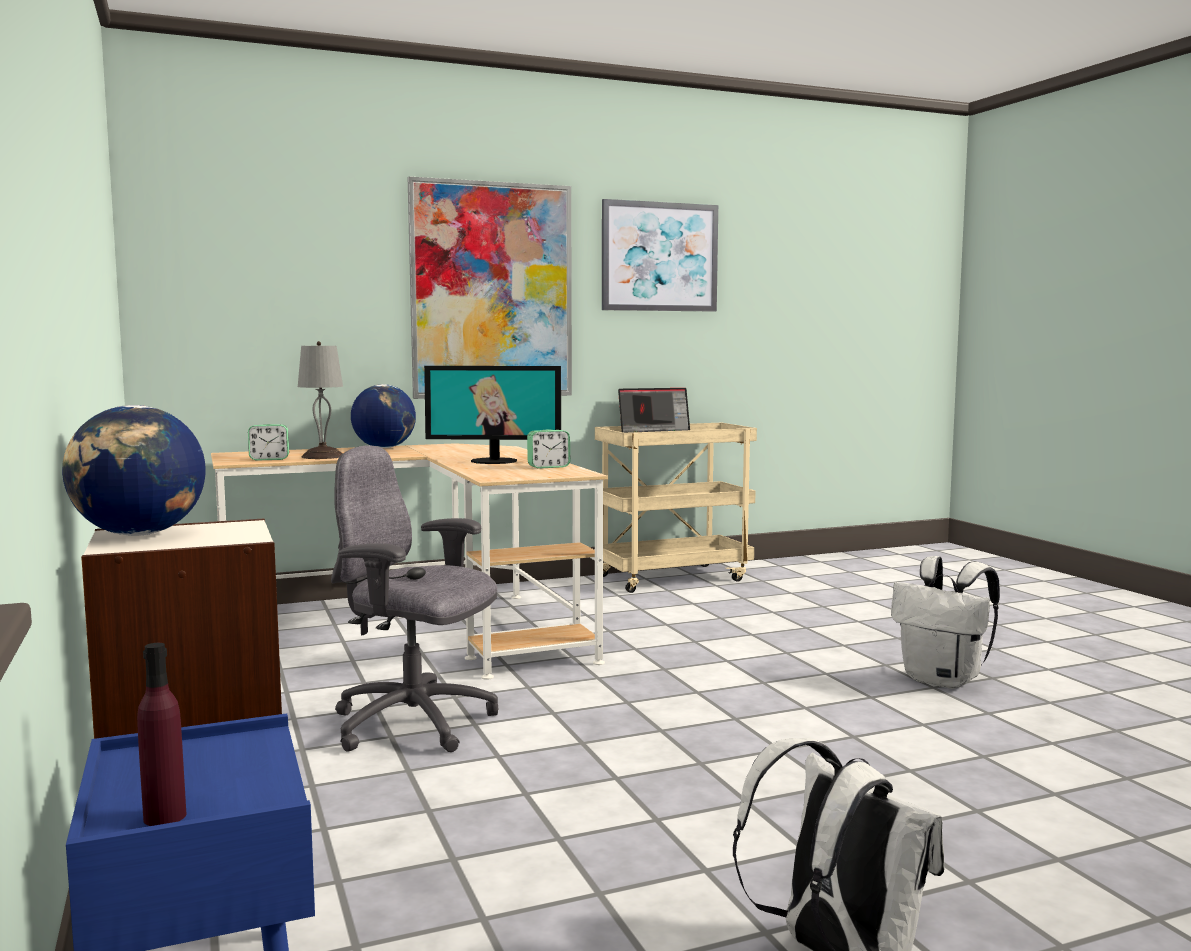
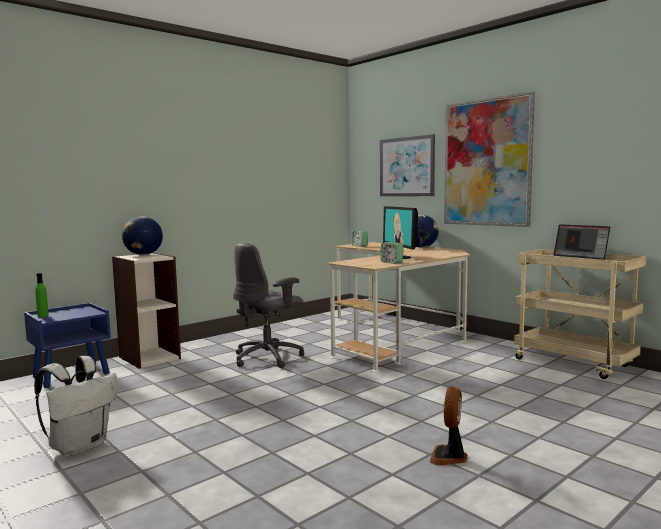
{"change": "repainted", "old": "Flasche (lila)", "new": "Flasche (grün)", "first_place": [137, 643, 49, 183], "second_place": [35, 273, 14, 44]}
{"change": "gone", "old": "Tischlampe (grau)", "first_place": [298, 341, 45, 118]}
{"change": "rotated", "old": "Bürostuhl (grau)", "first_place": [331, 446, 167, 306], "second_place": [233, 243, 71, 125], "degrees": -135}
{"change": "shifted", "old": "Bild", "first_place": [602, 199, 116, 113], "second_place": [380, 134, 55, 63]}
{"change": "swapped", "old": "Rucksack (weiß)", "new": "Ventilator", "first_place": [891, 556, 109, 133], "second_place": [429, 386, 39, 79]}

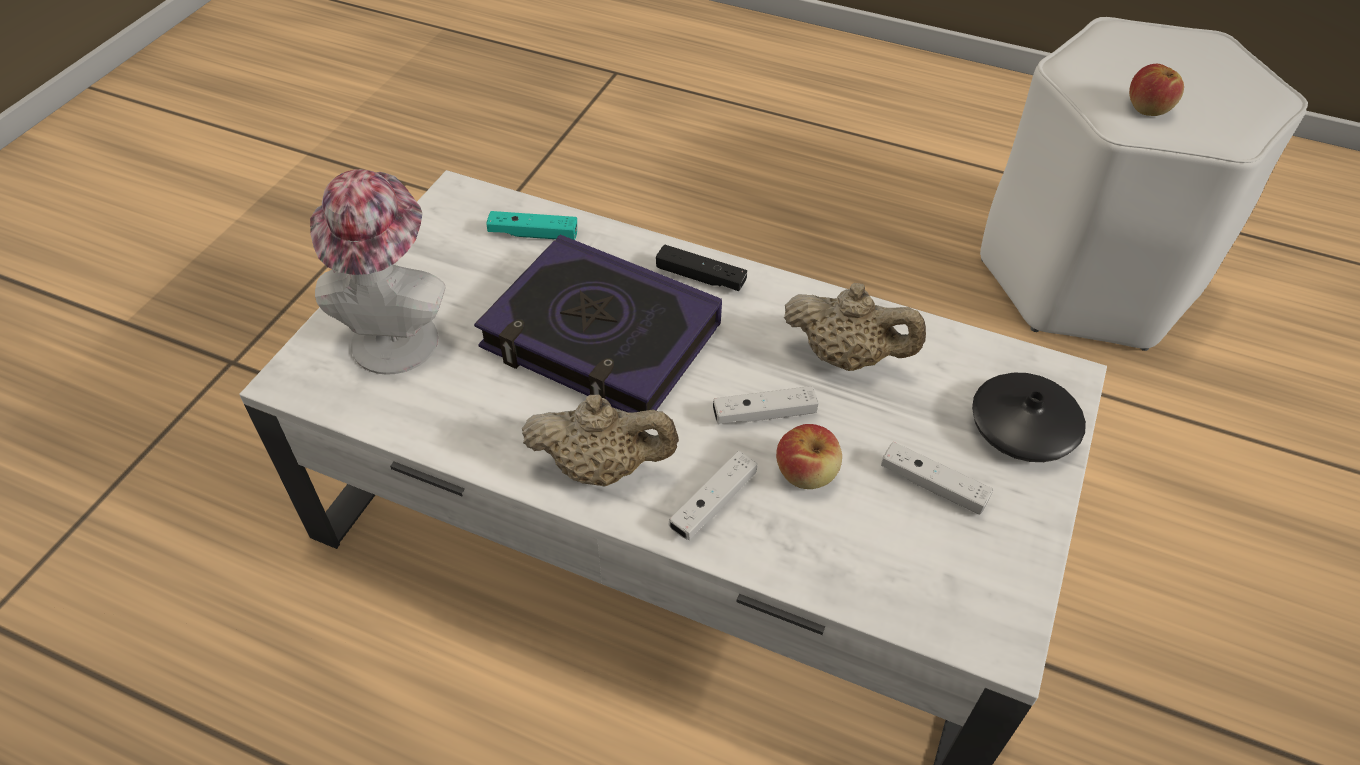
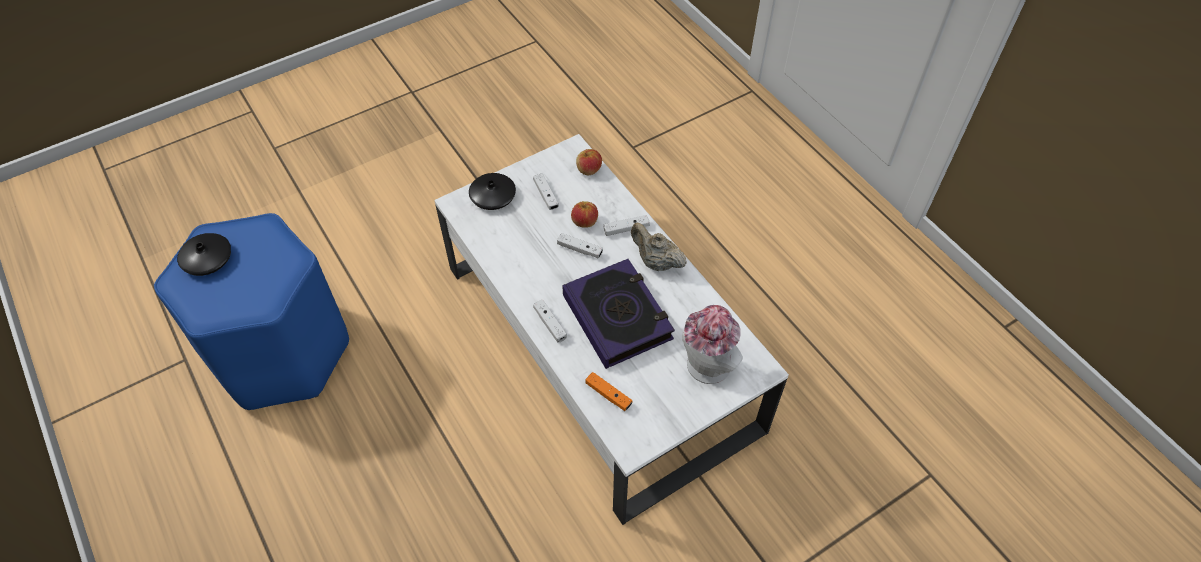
{"change": "repainted", "old": "Gamepad (türkis)", "new": "Gamepad (orange)", "first_place": [486, 211, 91, 29], "second_place": [585, 372, 47, 39]}
{"change": "repainted", "old": "Gamepad (schwarz)", "new": "Gamepad (weiß)", "first_place": [656, 245, 91, 46], "second_place": [533, 300, 34, 43]}
{"change": "gone", "old": "Teekanne (beige)", "first_place": [784, 283, 142, 88]}
{"change": "repainted", "old": "Hocker (weiß)", "new": "Hocker (blau)", "first_place": [980, 17, 328, 334], "second_place": [154, 213, 195, 197]}
{"change": "shifted", "old": "Apfel", "first_place": [1129, 64, 55, 52], "second_place": [576, 149, 26, 26]}
{"change": "new", "new": "Vase (schwarz)", "second_place": [177, 233, 54, 43]}

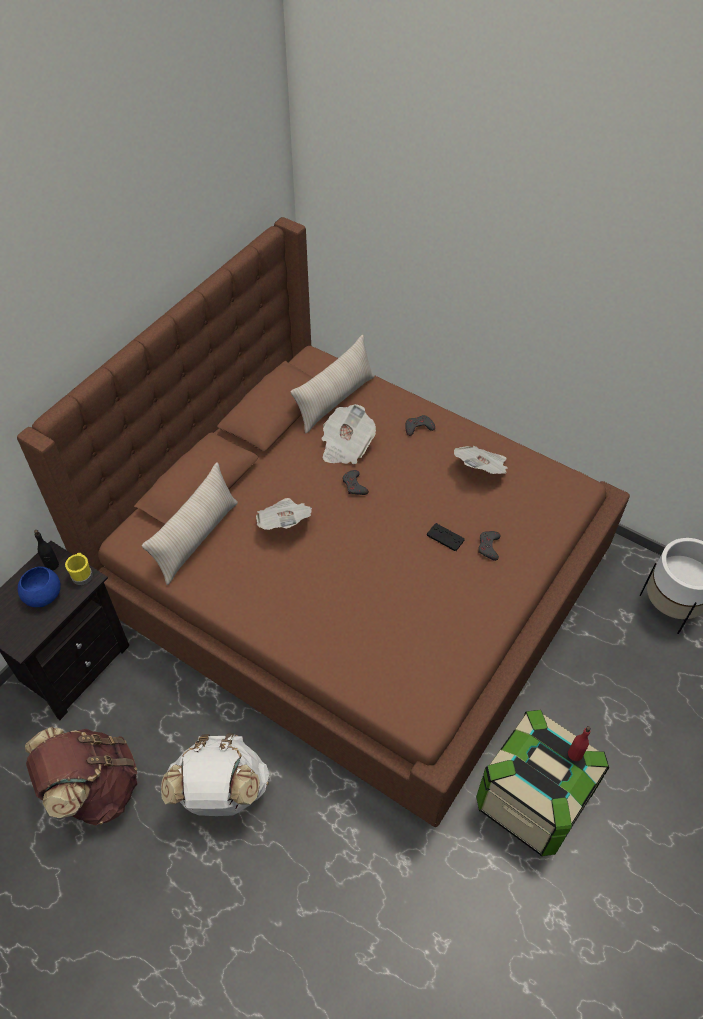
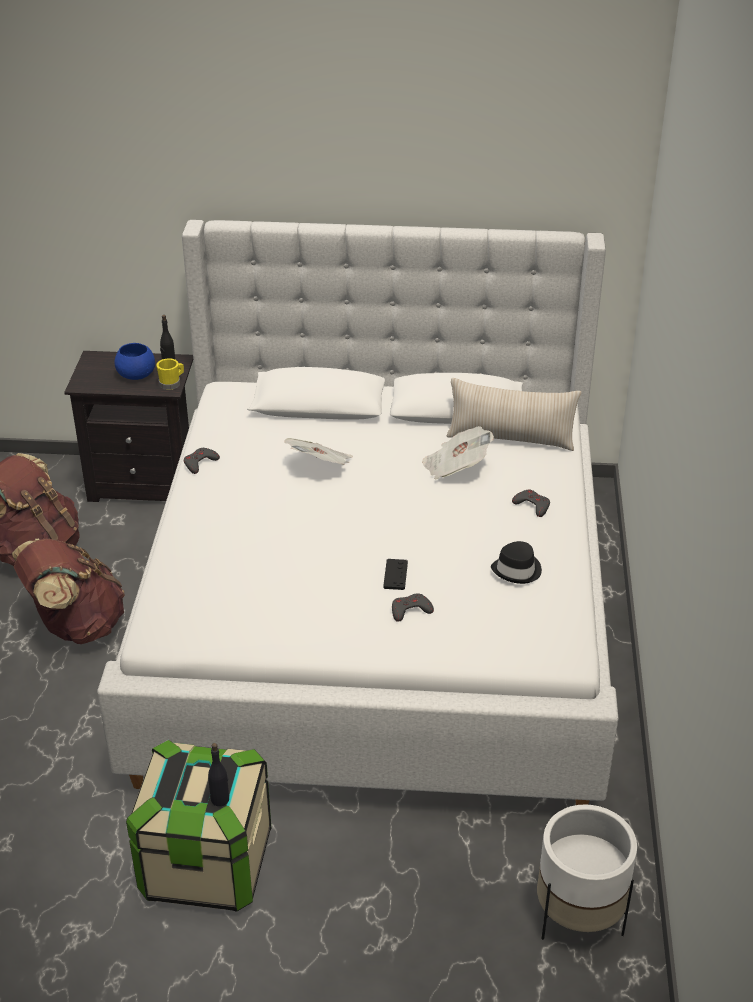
{"change": "repainted", "old": "Bett (braun)", "new": "Bett (weiß)", "first_place": [17, 217, 613, 610], "second_place": [97, 220, 522, 585]}
{"change": "gone", "old": "Kissen (beige)", "first_place": [142, 462, 96, 123]}
{"change": "repainted", "old": "Rucksack (weiß)", "new": "Rucksack (braun)", "first_place": [161, 733, 108, 83], "second_place": [12, 539, 113, 105]}
{"change": "shifted", "old": "Gamepad (grau)", "first_place": [343, 470, 26, 25], "second_place": [184, 448, 36, 26]}
{"change": "swapped", "old": "Zeitung", "new": "Hut (schwarz)", "first_place": [454, 446, 54, 28], "second_place": [491, 541, 51, 43]}
{"change": "repainted", "old": "Flasche (rot)", "new": "Flasche (schwarz)", "first_place": [568, 726, 23, 35], "second_place": [208, 743, 21, 63]}

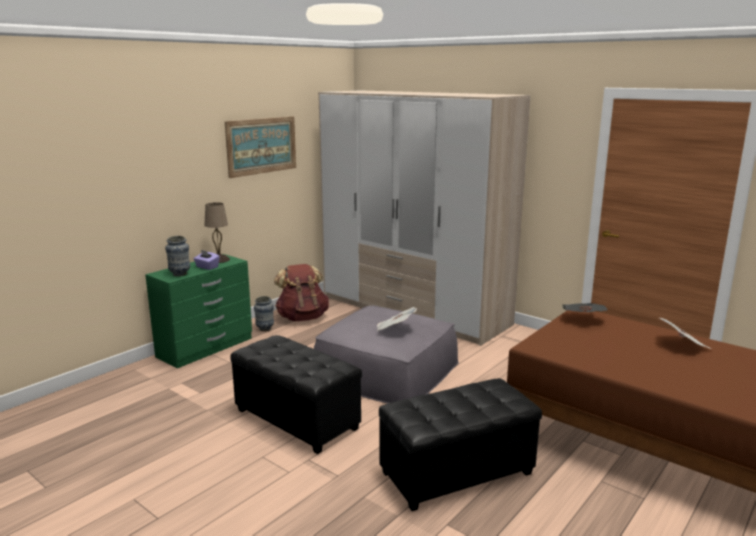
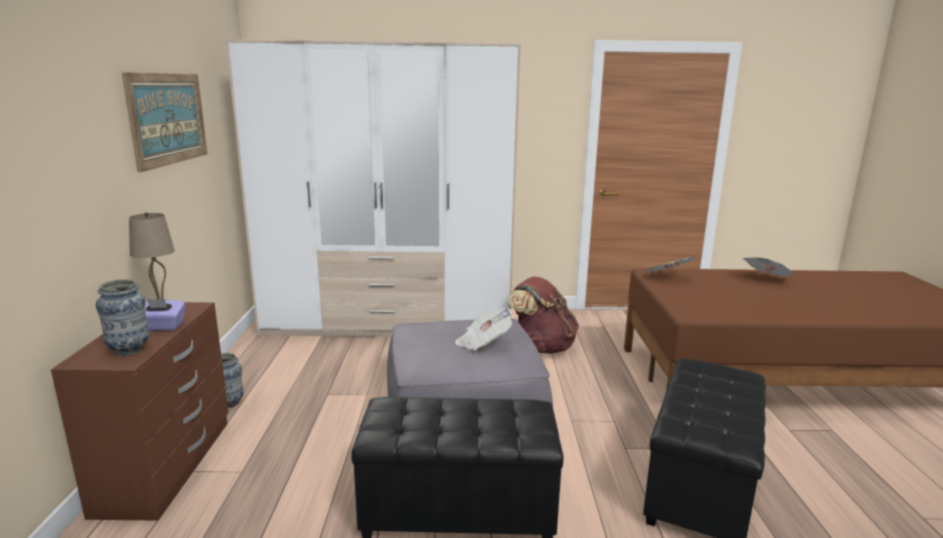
{"change": "repainted", "old": "Kommode (grün)", "new": "Kommode (braun)", "first_place": [145, 254, 107, 114], "second_place": [51, 302, 178, 219]}
{"change": "shifted", "old": "Rucksack (braun)", "first_place": [274, 264, 55, 57], "second_place": [508, 277, 71, 77]}

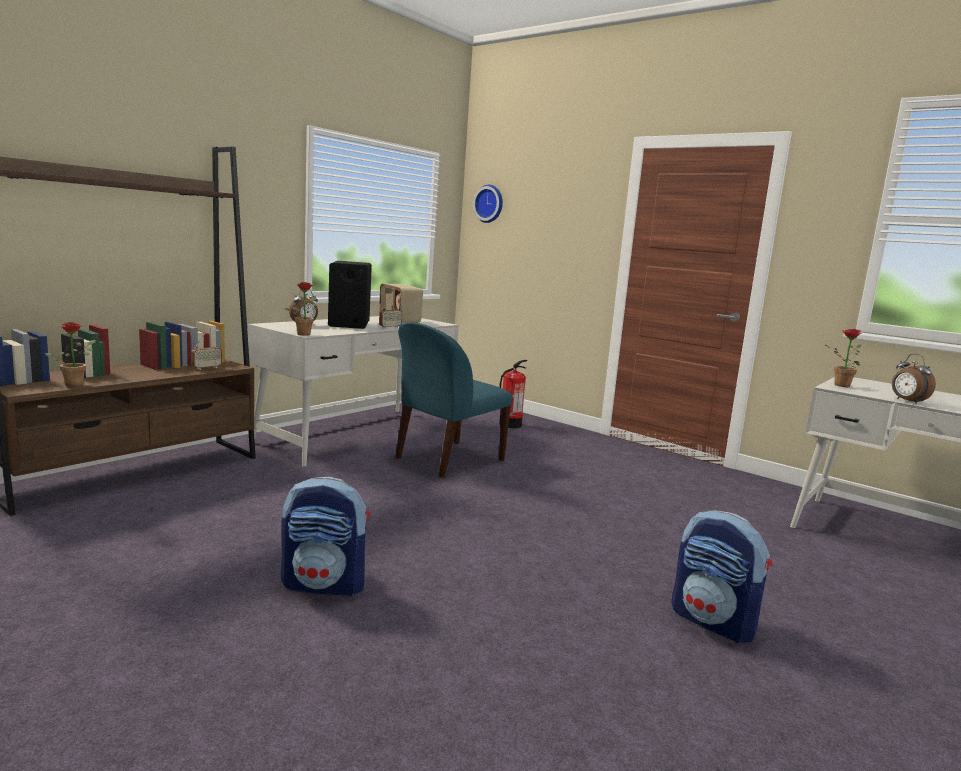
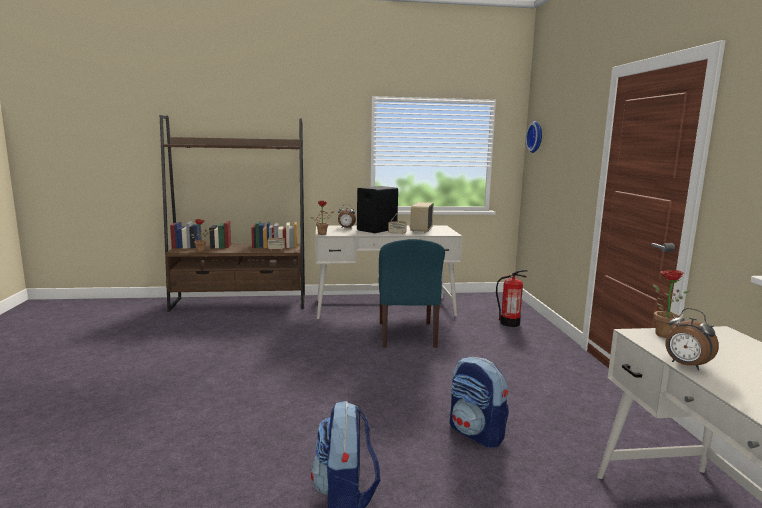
{"change": "shifted", "old": "Rucksack", "first_place": [281, 476, 90, 121], "second_place": [450, 357, 59, 91]}
{"change": "rotated", "old": "Stuhl (blau)", "first_place": [395, 322, 118, 156], "second_place": [379, 239, 66, 109], "degrees": -90}
{"change": "rotated", "old": "Wecker", "first_place": [892, 354, 44, 50], "second_place": [666, 308, 53, 62], "degrees": -60}

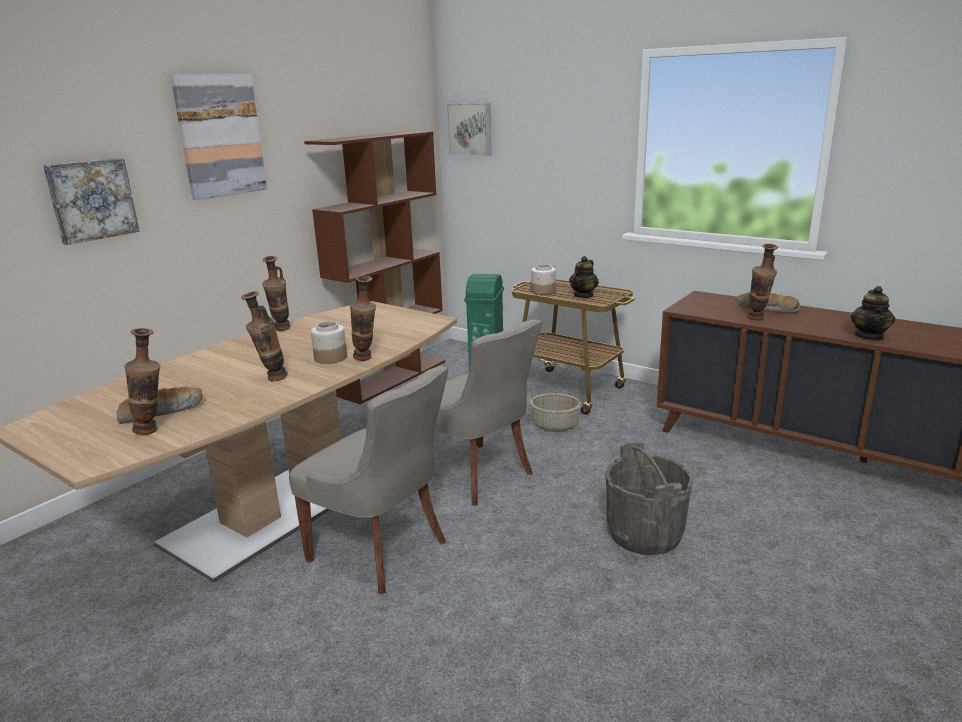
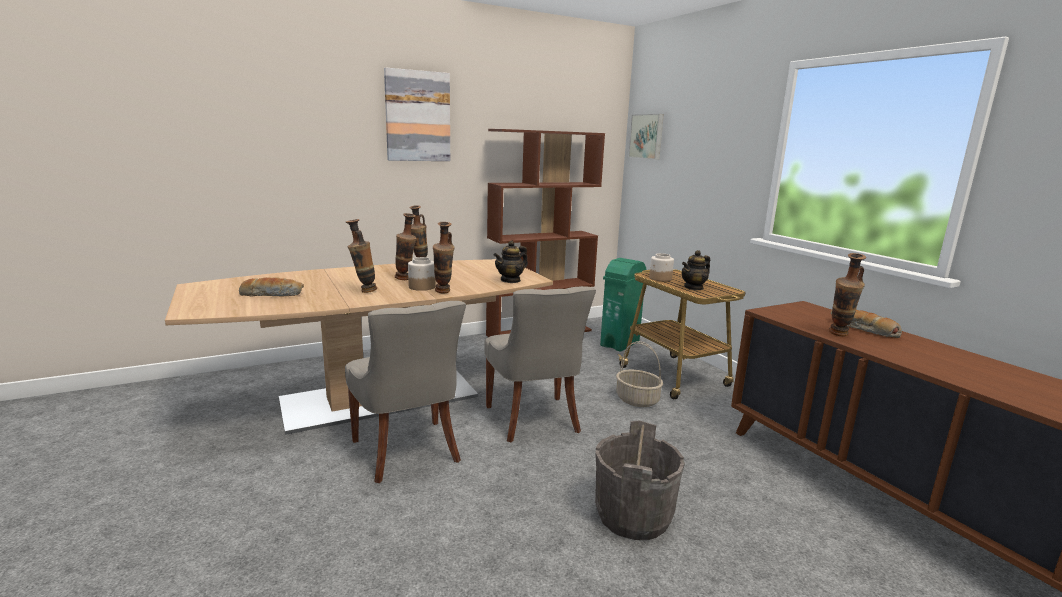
{"change": "gone", "old": "Bild", "first_place": [43, 158, 97, 87]}
{"change": "shifted", "old": "Vase", "first_place": [124, 328, 36, 107], "second_place": [395, 213, 22, 67]}
{"change": "shifted", "old": "Teekanne", "first_place": [851, 286, 44, 55], "second_place": [494, 240, 34, 43]}

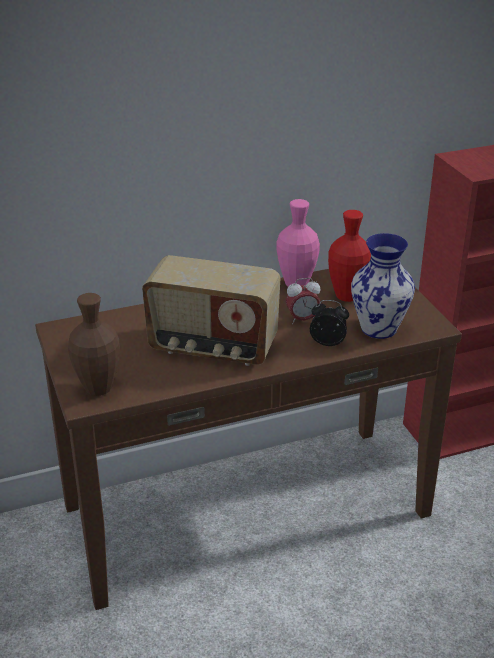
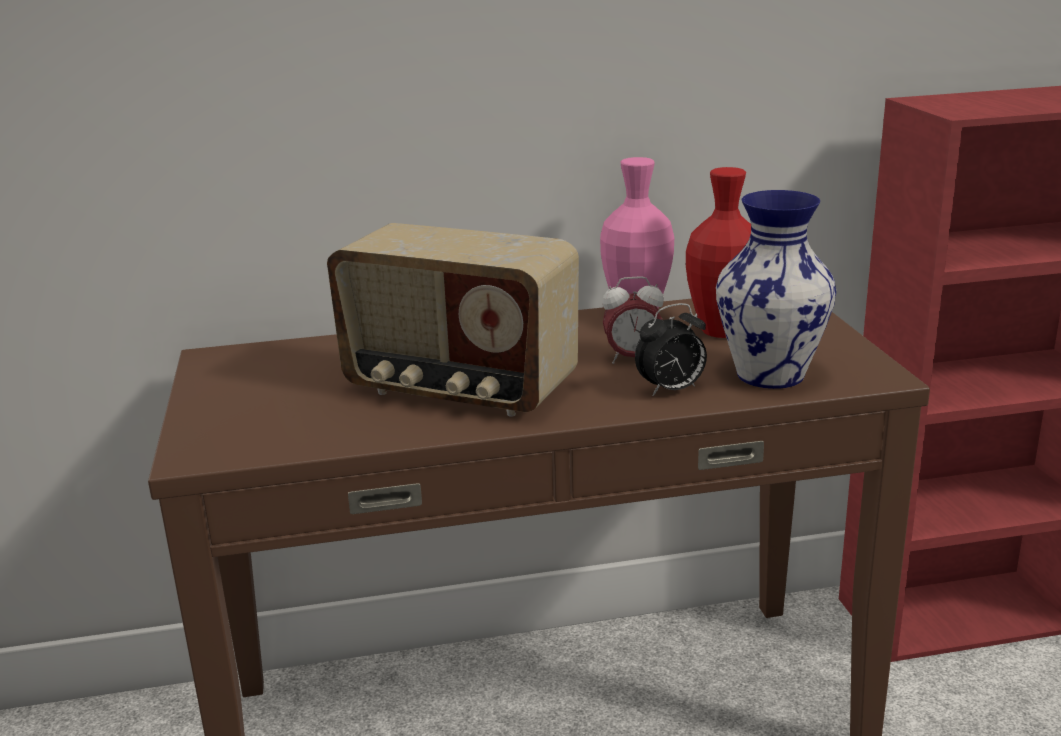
{"change": "gone", "old": "Vase (braun)", "first_place": [68, 293, 52, 103]}
{"change": "rotated", "old": "Wecker", "first_place": [310, 300, 39, 46], "second_place": [635, 303, 72, 93], "degrees": 135}

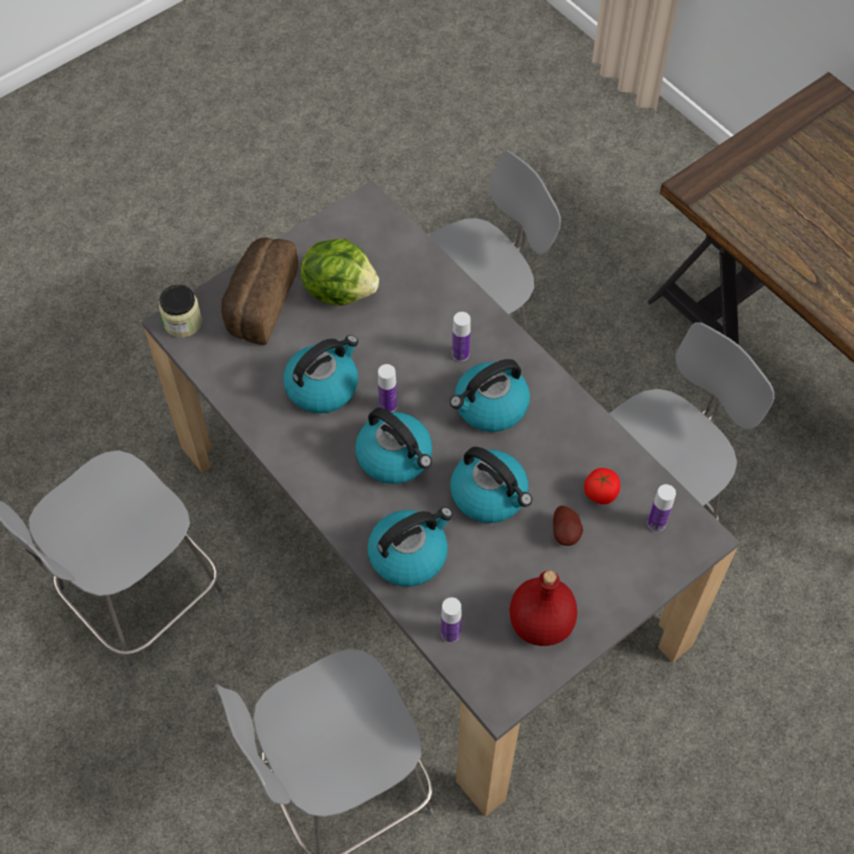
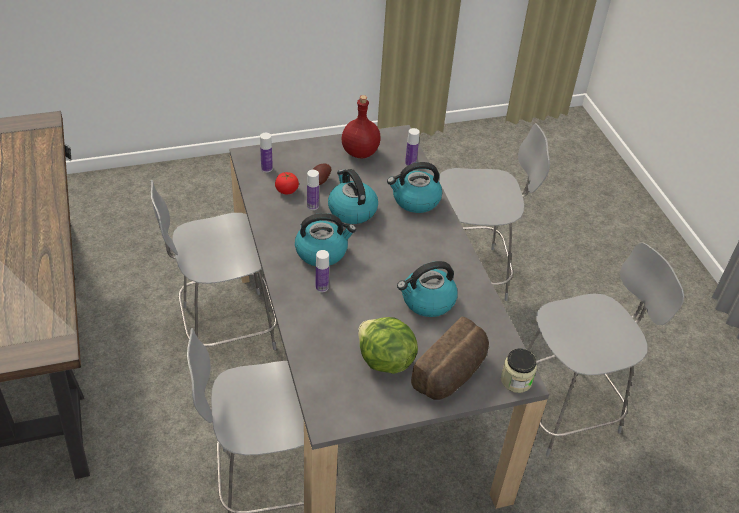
{"change": "gone", "old": "Wasserkessel", "first_place": [355, 408, 77, 76]}
{"change": "shifted", "old": "Flasche", "first_place": [378, 364, 19, 48], "second_place": [307, 170, 12, 40]}

